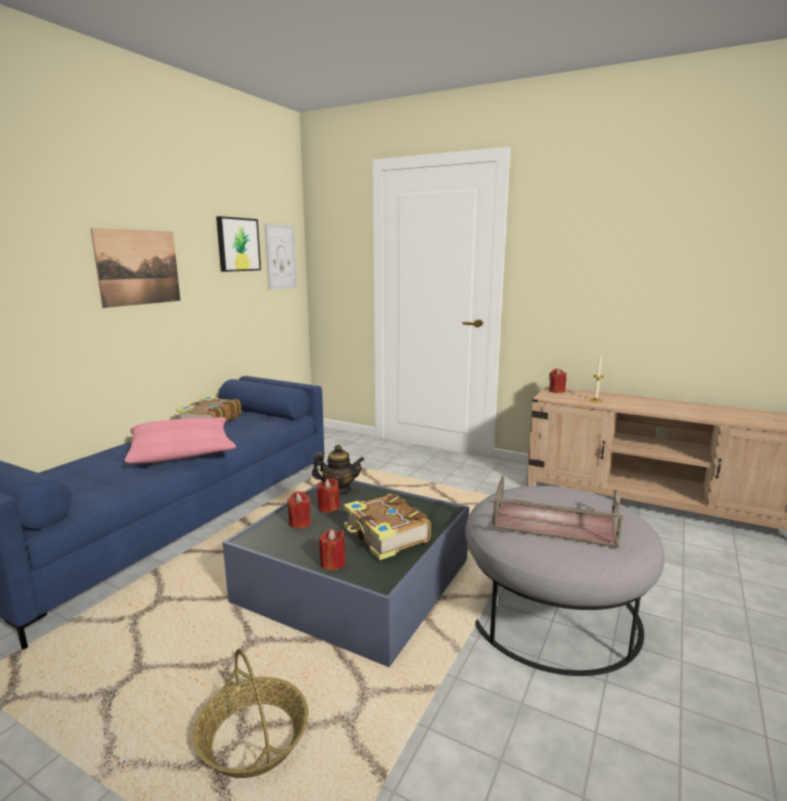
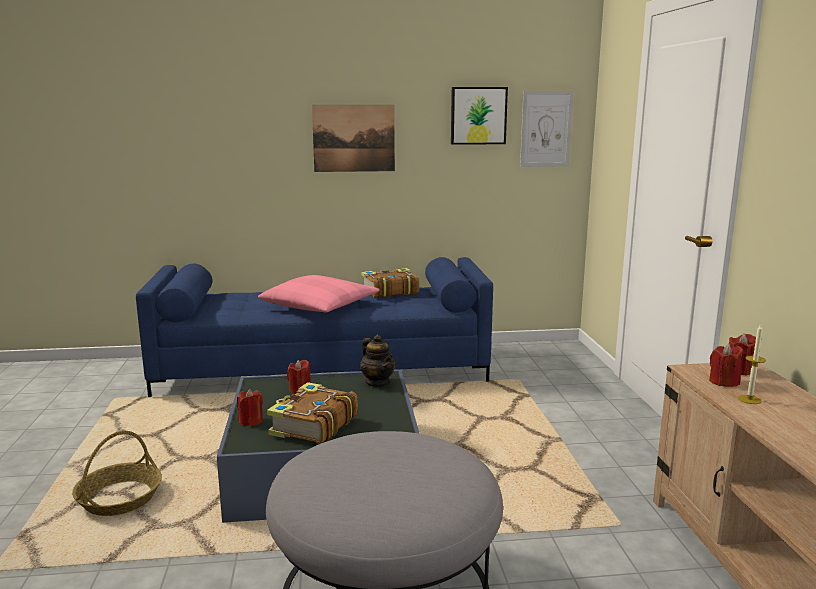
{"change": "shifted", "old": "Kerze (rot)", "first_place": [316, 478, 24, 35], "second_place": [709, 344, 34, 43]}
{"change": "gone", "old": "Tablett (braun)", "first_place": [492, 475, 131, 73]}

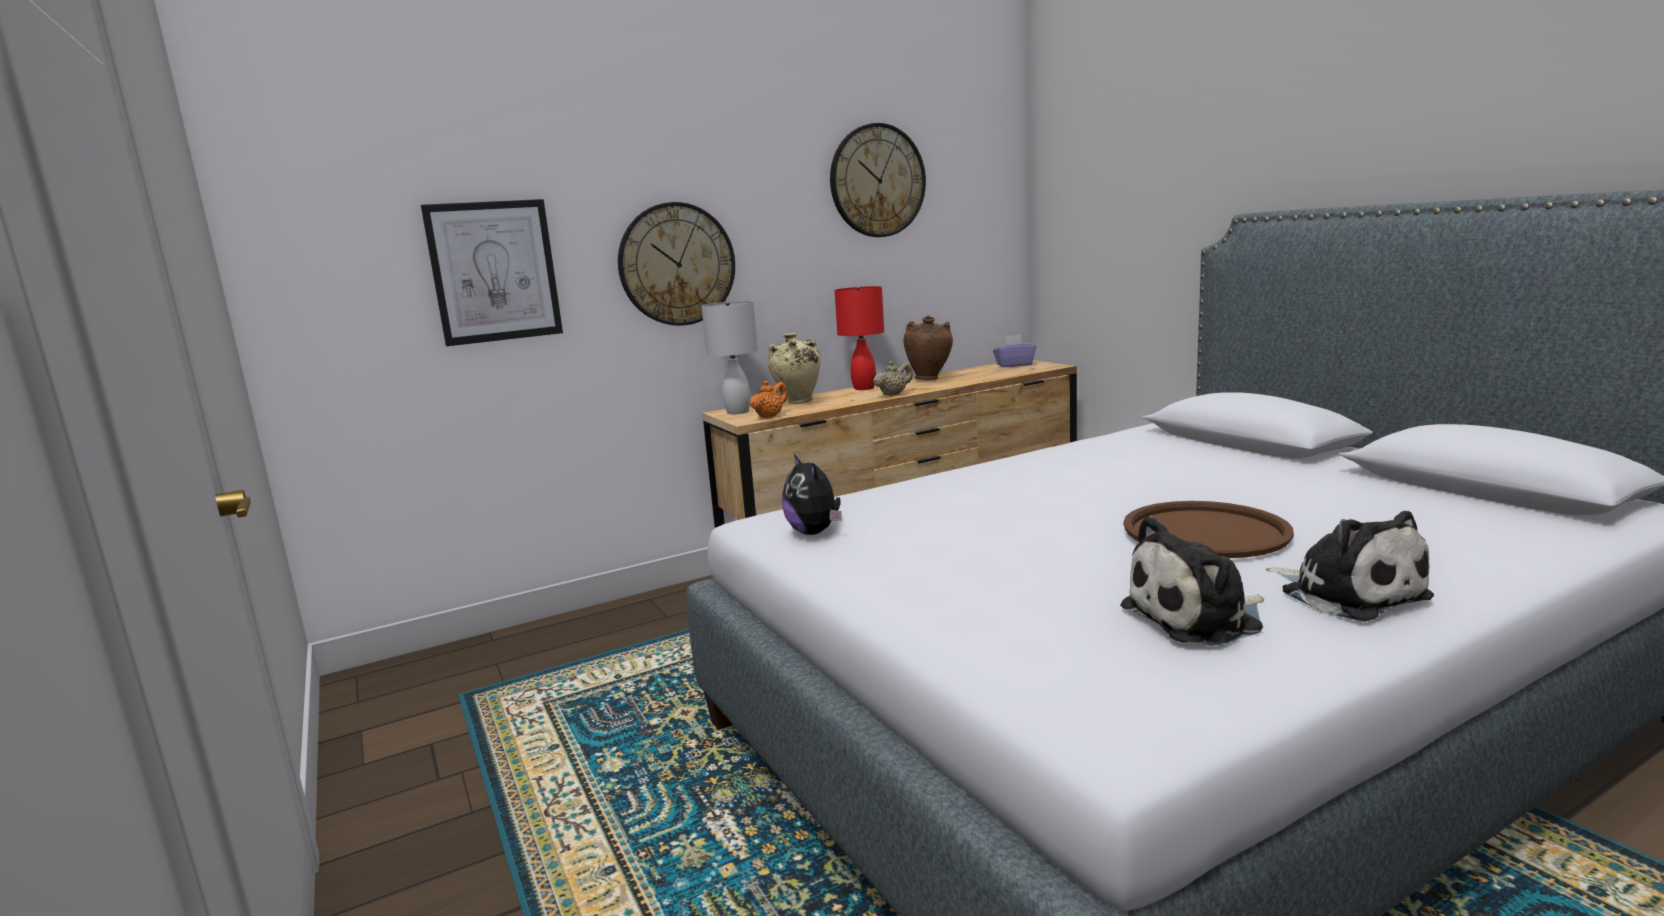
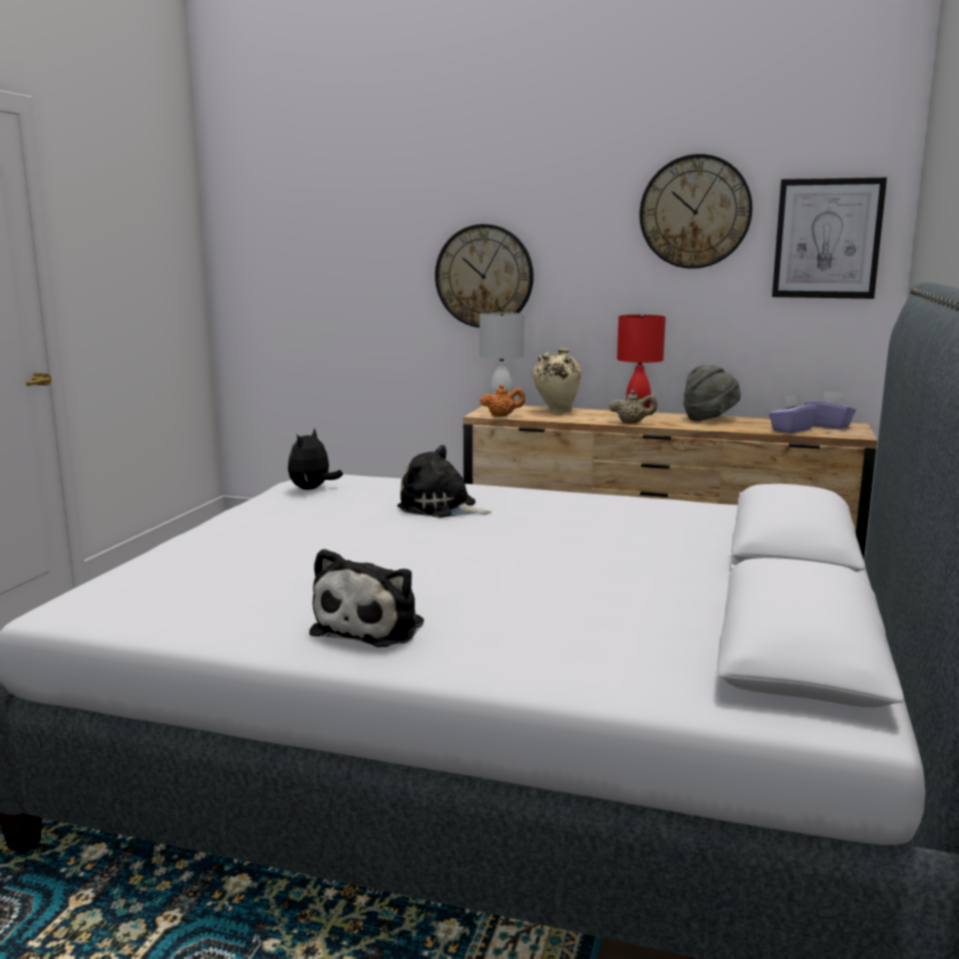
{"change": "shifted", "old": "Bild", "first_place": [421, 199, 142, 147], "second_place": [772, 177, 115, 122]}
{"change": "swapped", "old": "Vase (braun)", "new": "Hut (grau)", "first_place": [903, 315, 50, 65], "second_place": [683, 365, 58, 56]}
{"change": "shifted", "old": "Plüschtier", "first_place": [1120, 516, 144, 130], "second_place": [397, 445, 95, 73]}
{"change": "gone", "old": "Tablett (braun)", "first_place": [1123, 501, 171, 57]}
{"change": "new", "new": "Taschentuchbox (lila)", "second_place": [769, 395, 48, 38]}

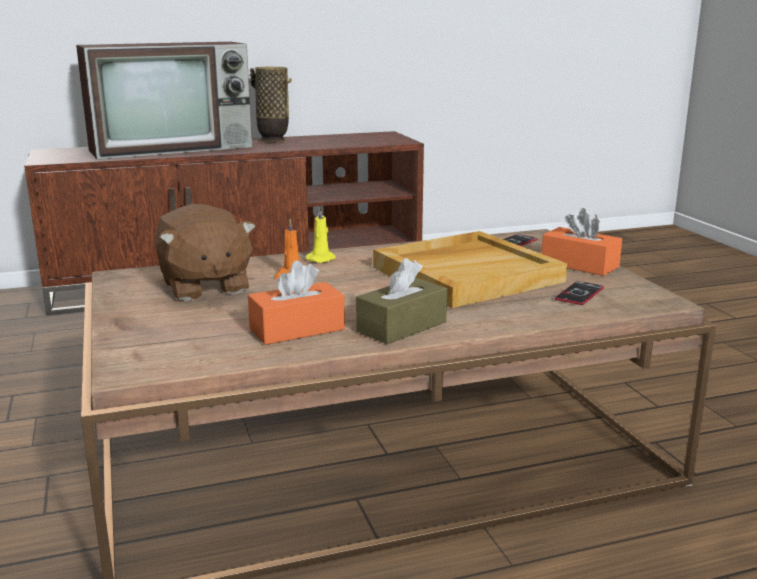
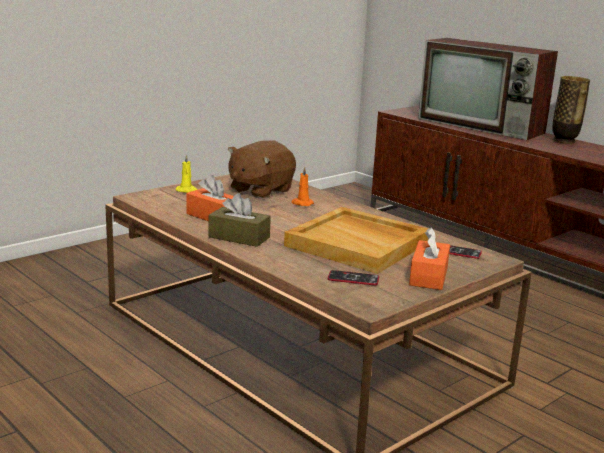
{"change": "shifted", "old": "Kerze (gelb)", "first_place": [306, 207, 30, 56], "second_place": [176, 154, 22, 39]}

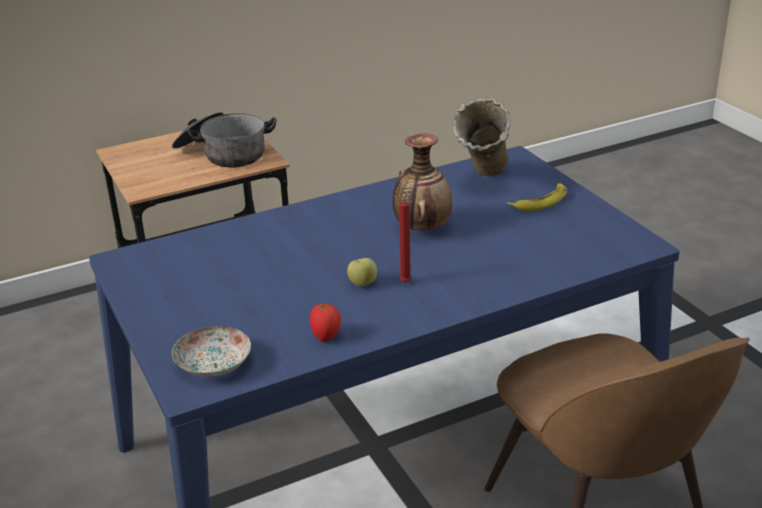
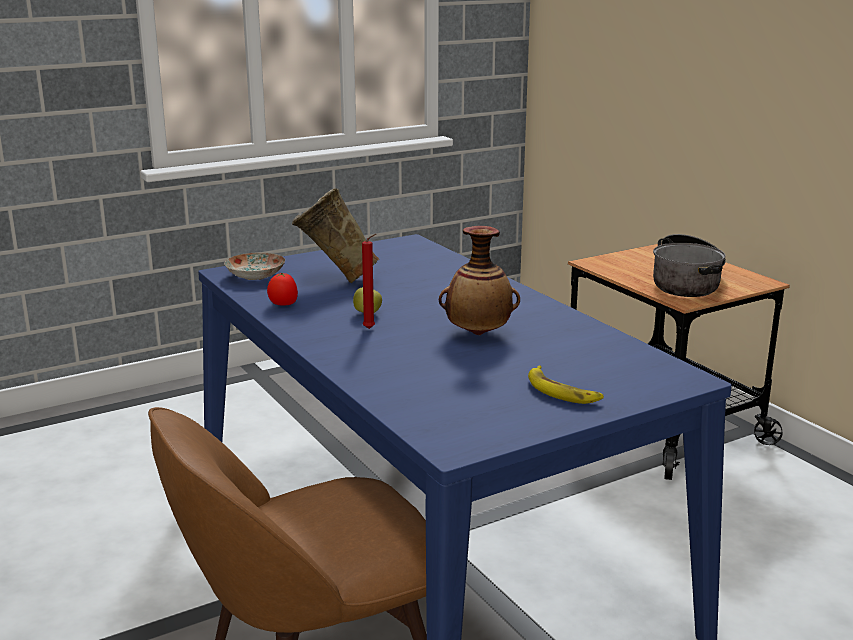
{"change": "shifted", "old": "Vase (beige)", "first_place": [453, 98, 58, 78], "second_place": [292, 188, 87, 95]}

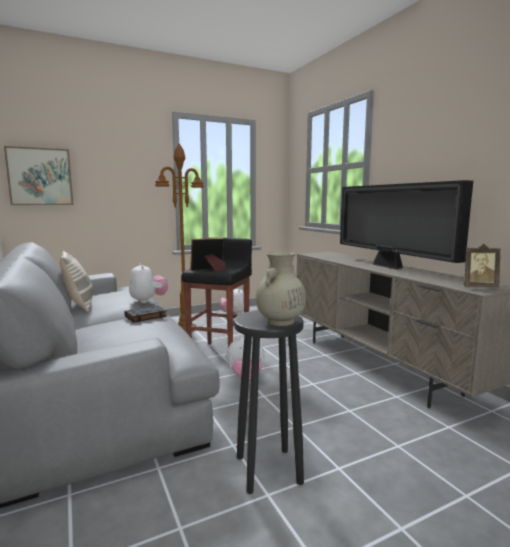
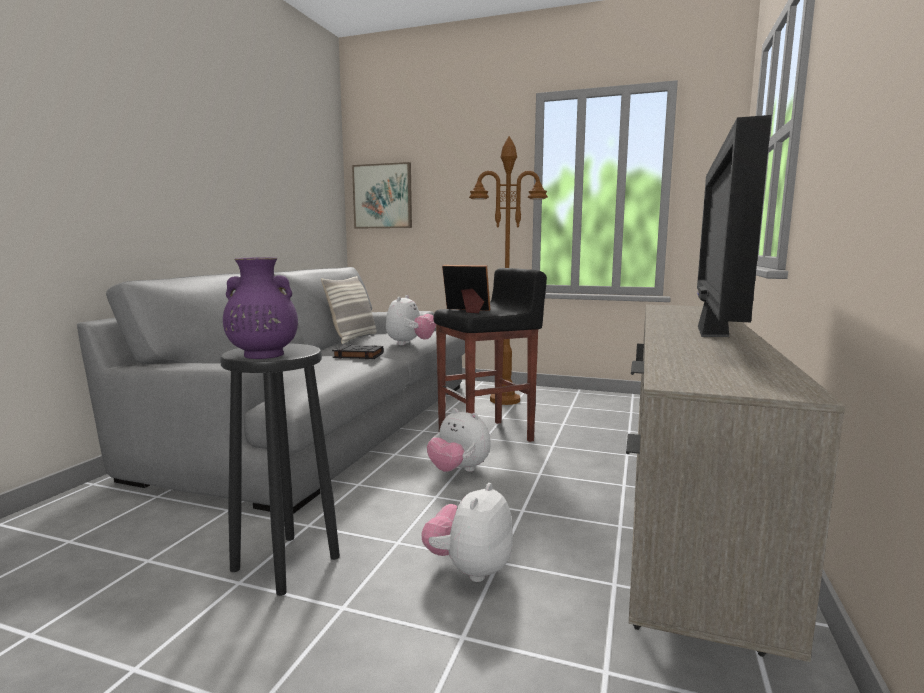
{"change": "shifted", "old": "Plüschtier", "first_place": [220, 288, 24, 27], "second_place": [422, 483, 91, 99]}
{"change": "repainted", "old": "Vase (beige)", "new": "Vase (lila)", "first_place": [256, 251, 50, 75], "second_place": [223, 257, 75, 102]}
{"change": "gone", "old": "Bilderrahmen", "first_place": [463, 244, 38, 44]}

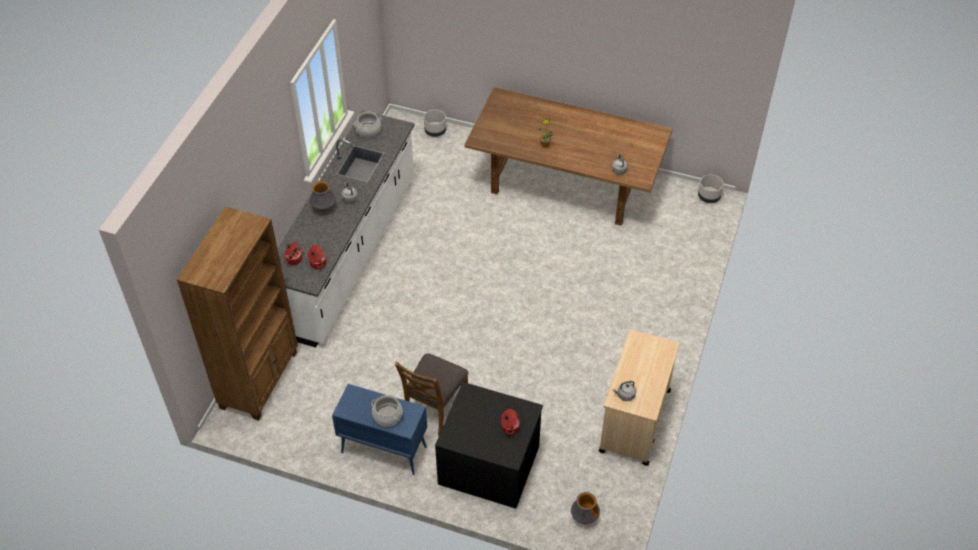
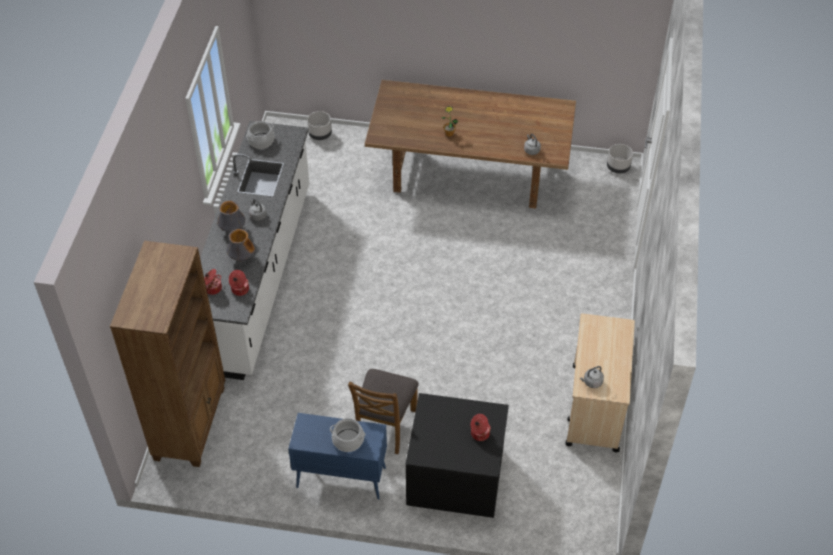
{"change": "shifted", "old": "Vase", "first_place": [571, 492, 29, 32], "second_place": [227, 229, 28, 33]}

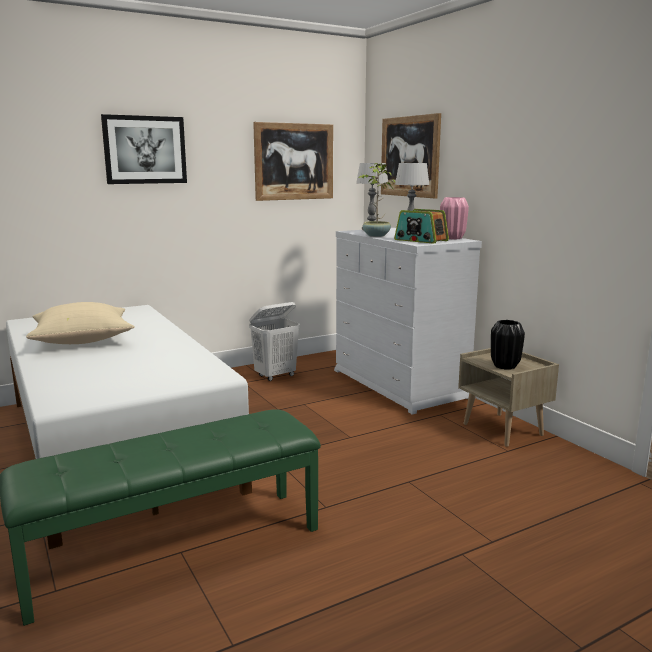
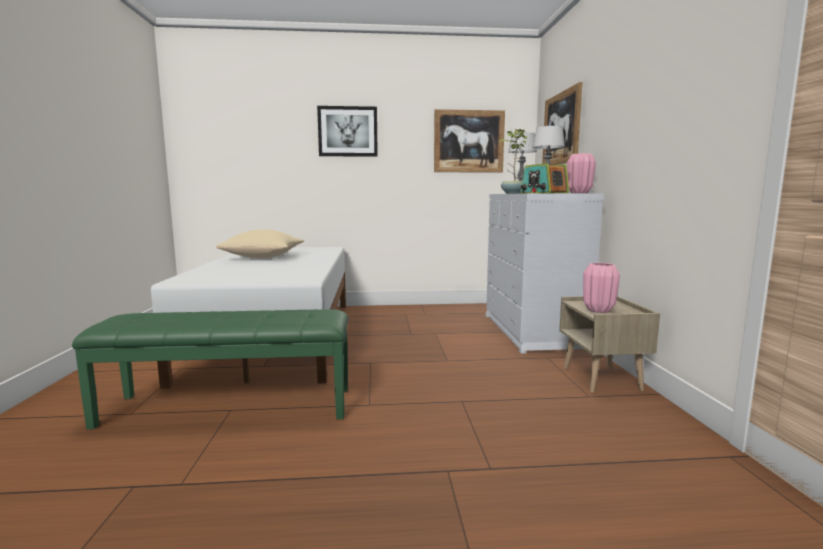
{"change": "gone", "old": "Wäschekorb (weiß)", "first_place": [249, 302, 50, 79]}
{"change": "repainted", "old": "Vase (schwarz)", "new": "Vase (rosa)", "first_place": [491, 320, 34, 50], "second_place": [583, 263, 37, 50]}

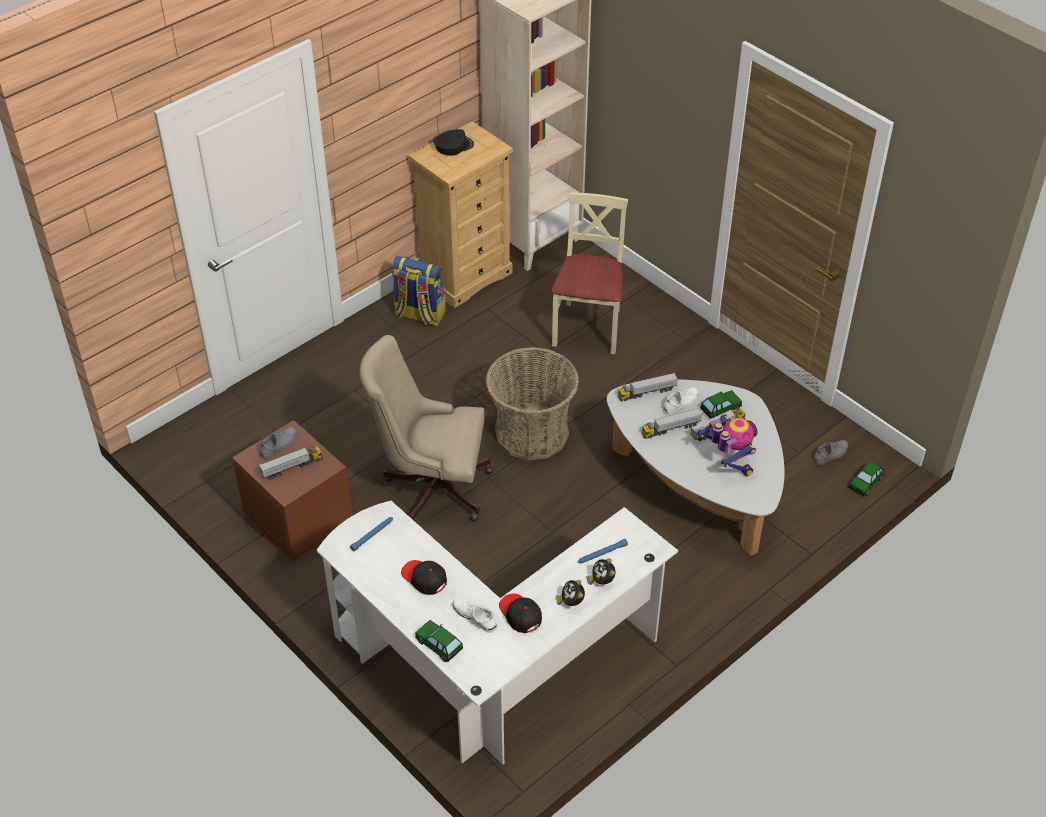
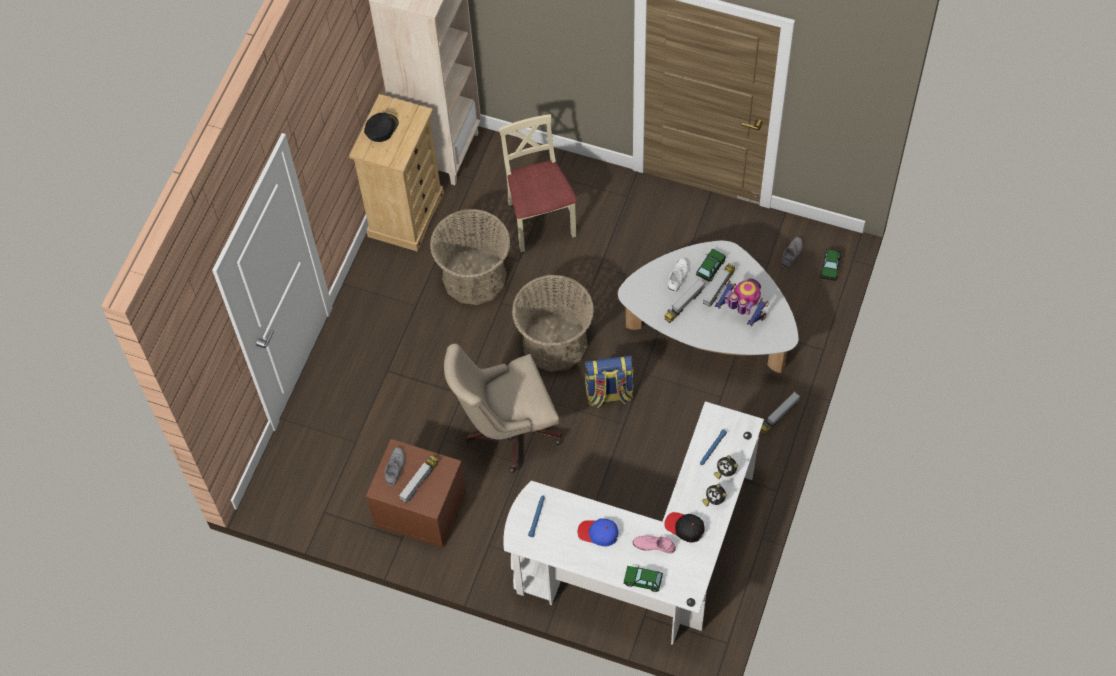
{"change": "shifted", "old": "Rucksack", "first_place": [392, 256, 54, 70], "second_place": [585, 355, 49, 53]}
{"change": "repainted", "old": "Kappe (schwarz)", "new": "Kappe (blau)", "first_place": [401, 560, 46, 35], "second_place": [578, 518, 41, 28]}
{"change": "repainted", "old": "Schuh (weiß)", "new": "Schuh (rosa)", "first_place": [453, 599, 44, 34], "second_place": [633, 535, 43, 19]}
{"change": "shifted", "old": "Spielzeuglaster", "first_place": [618, 373, 60, 28], "second_place": [760, 392, 40, 43]}
{"change": "new", "new": "Korb", "second_place": [430, 209, 80, 96]}

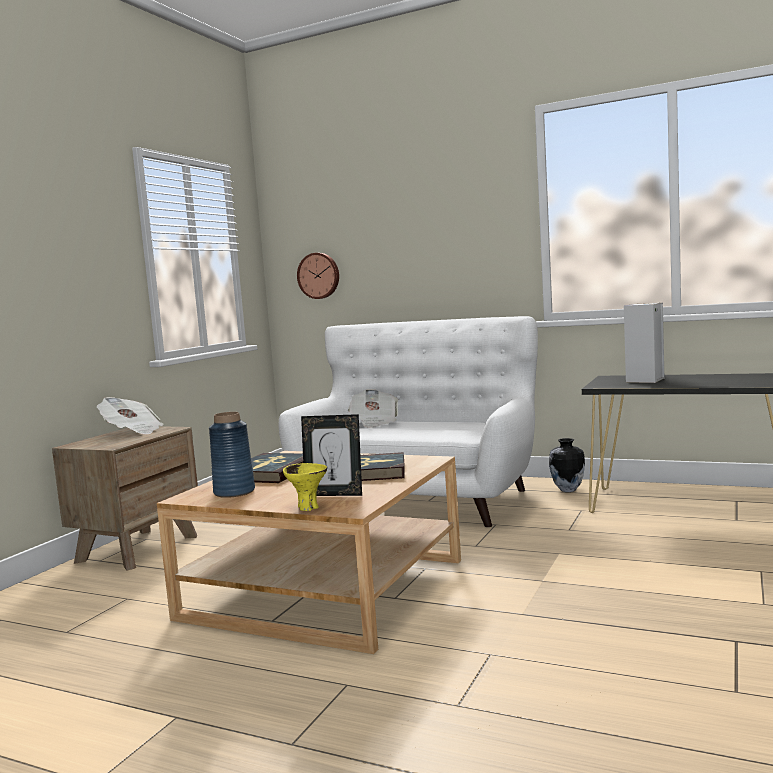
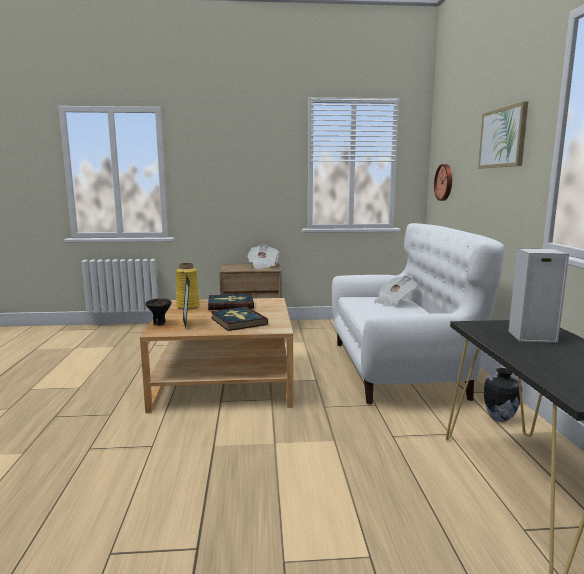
{"change": "repainted", "old": "Vase (blau)", "new": "Vase (gelb)", "first_place": [209, 412, 46, 86], "second_place": [176, 263, 24, 47]}
{"change": "repainted", "old": "Schüssel (gelb)", "new": "Schüssel (schwarz)", "first_place": [283, 463, 44, 48], "second_place": [146, 298, 26, 28]}
{"change": "new", "new": "Bild", "second_place": [478, 101, 50, 67]}

